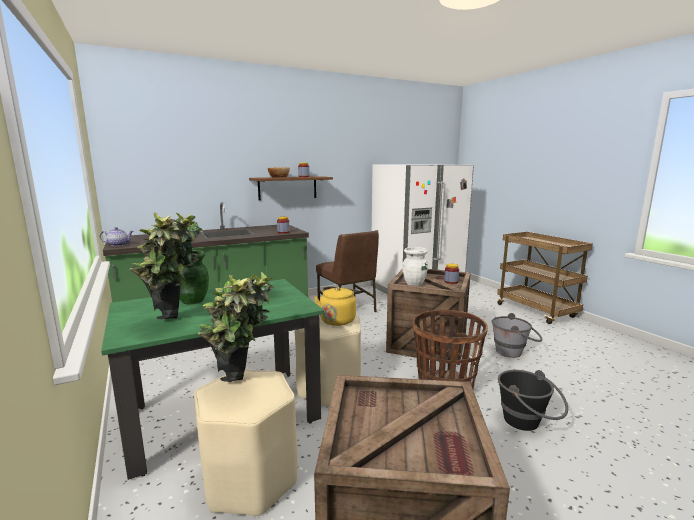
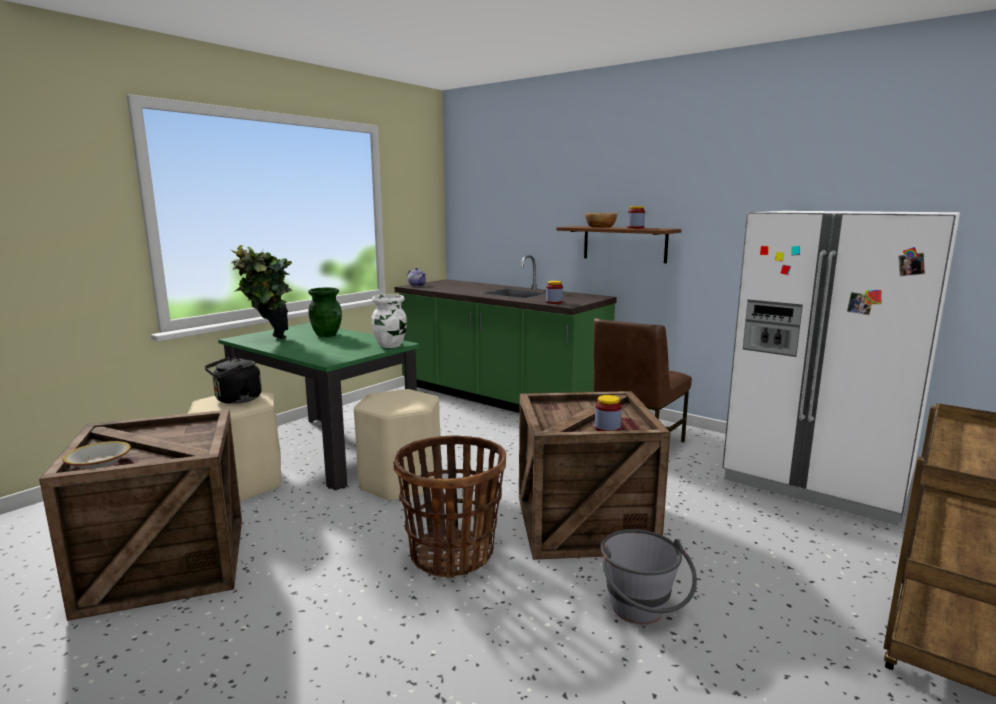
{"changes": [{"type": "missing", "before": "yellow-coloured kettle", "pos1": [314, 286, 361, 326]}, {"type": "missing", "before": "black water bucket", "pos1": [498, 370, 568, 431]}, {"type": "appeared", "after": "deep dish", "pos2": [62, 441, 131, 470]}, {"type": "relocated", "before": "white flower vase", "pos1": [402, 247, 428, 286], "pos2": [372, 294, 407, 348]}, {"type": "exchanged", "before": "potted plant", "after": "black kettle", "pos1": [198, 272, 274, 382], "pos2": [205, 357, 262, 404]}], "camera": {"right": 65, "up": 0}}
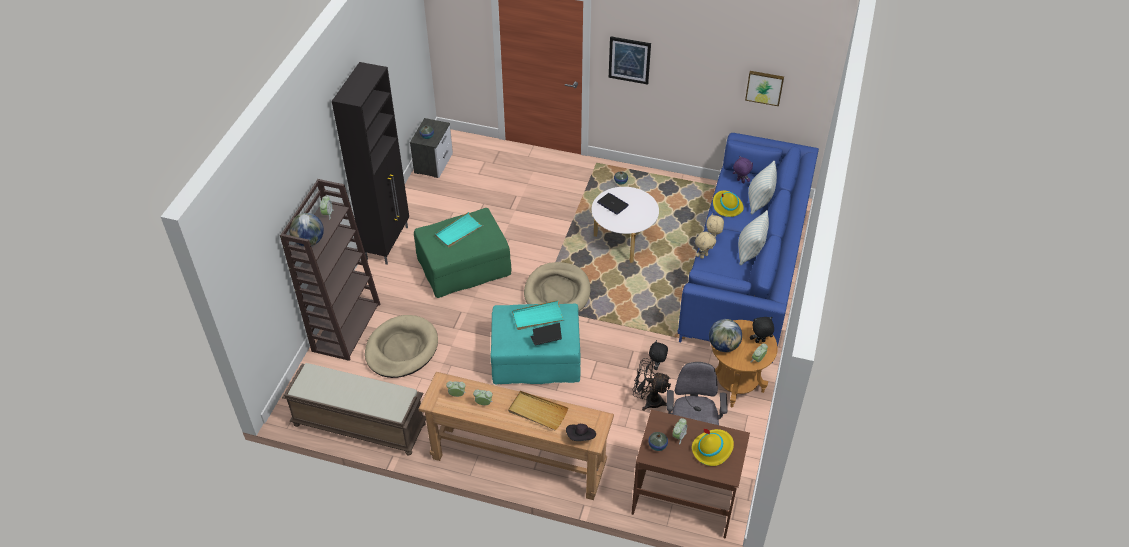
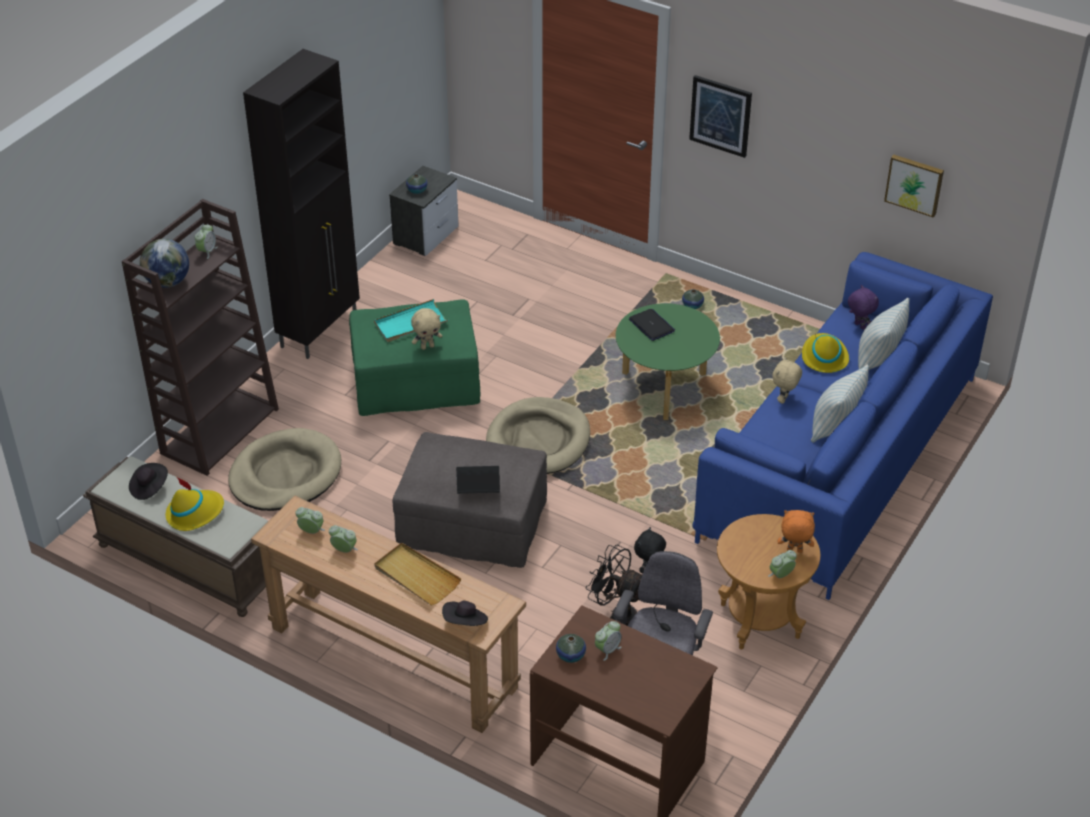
{"changes": [{"type": "missing", "before": "turquoise-coloured tray", "pos1": [512, 300, 564, 330]}, {"type": "missing", "before": "desk globe", "pos1": [709, 319, 742, 352]}, {"type": "appeared", "after": "black clothing hat", "pos2": [129, 463, 168, 500]}, {"type": "relocated", "before": "yellow-coloured clothing hat", "pos1": [692, 428, 734, 466], "pos2": [166, 477, 224, 531]}, {"type": "relocated", "before": "beige-coloured soft toy", "pos1": [695, 232, 716, 259], "pos2": [411, 308, 442, 350]}, {"type": "colour", "before": "turquoise-coloured pouffe", "after": "grey pouffe", "pos1": [491, 304, 581, 384], "pos2": [393, 432, 547, 568]}, {"type": "colour", "before": "white lounge table", "after": "green-coloured lounge table", "pos1": [591, 187, 659, 263], "pos2": [616, 303, 720, 420]}, {"type": "colour", "before": "black soft toy", "after": "orangey soft toy", "pos1": [750, 317, 774, 343], "pos2": [778, 510, 815, 553]}], "camera": {"right": 15, "up": -5}}
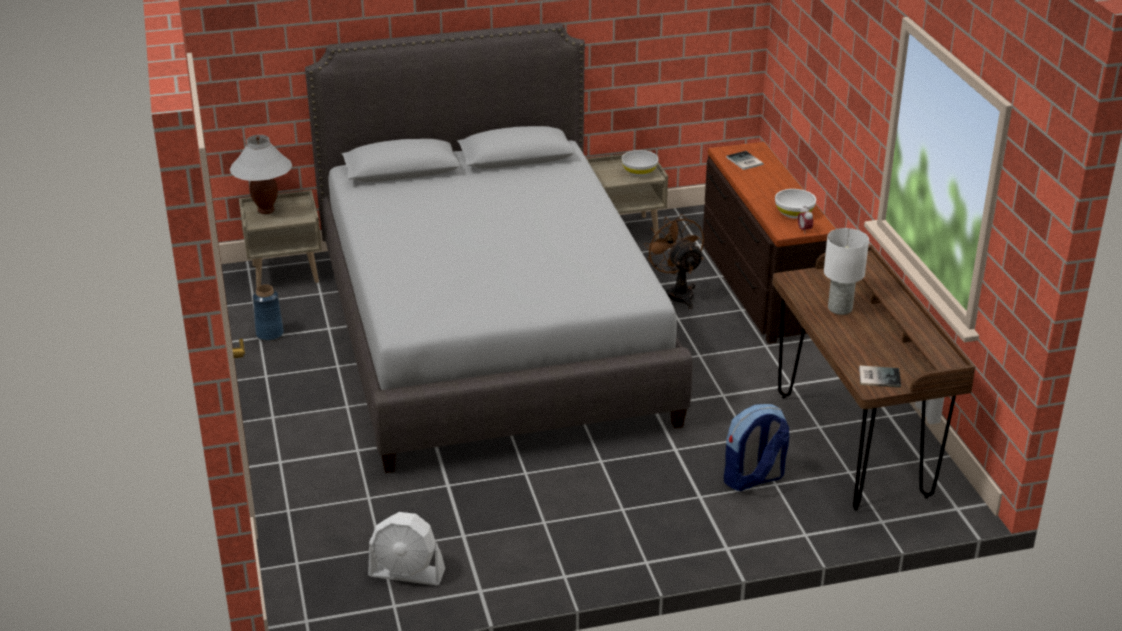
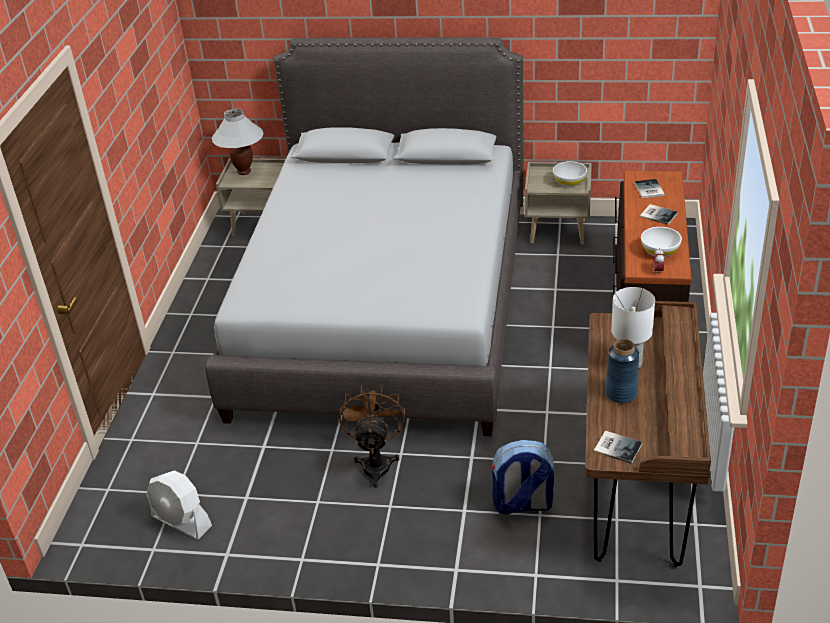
{"changes": [{"type": "appeared", "after": "bound book", "pos2": [640, 204, 678, 225]}, {"type": "relocated", "before": "blue-coloured flower vase", "pos1": [253, 284, 284, 341], "pos2": [605, 339, 639, 403]}, {"type": "relocated", "before": "brown-coloured fan", "pos1": [644, 214, 704, 309], "pos2": [339, 385, 405, 488]}], "camera": {"right": 25, "up": 5}}
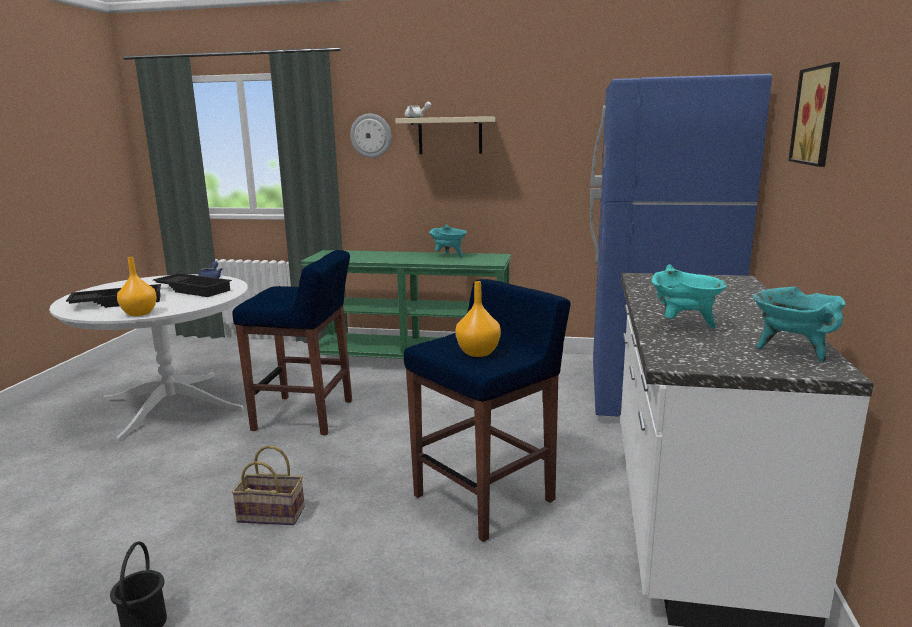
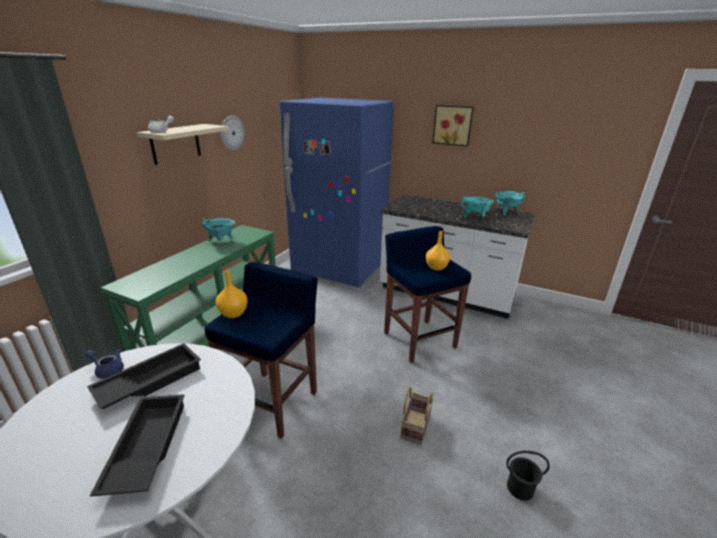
{"changes": [{"type": "relocated", "before": "orangey flower vase", "pos1": [117, 257, 157, 316], "pos2": [216, 270, 248, 318]}, {"type": "relocated", "before": "wall clock", "pos1": [350, 113, 391, 158], "pos2": [221, 115, 245, 150]}], "camera": {"right": -75, "up": 10}}
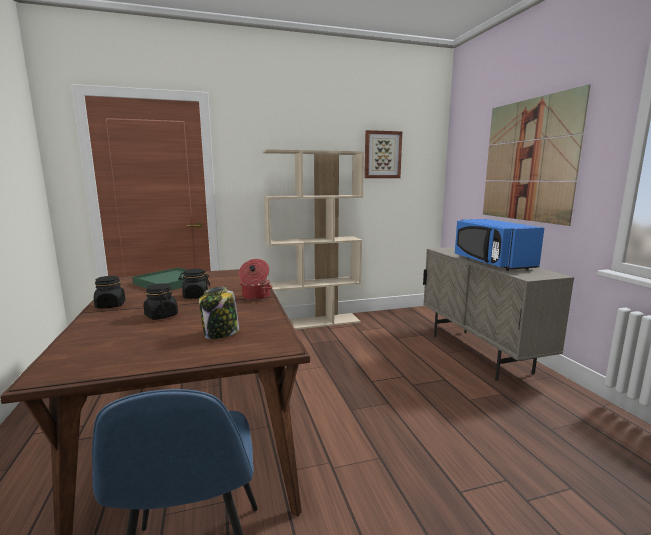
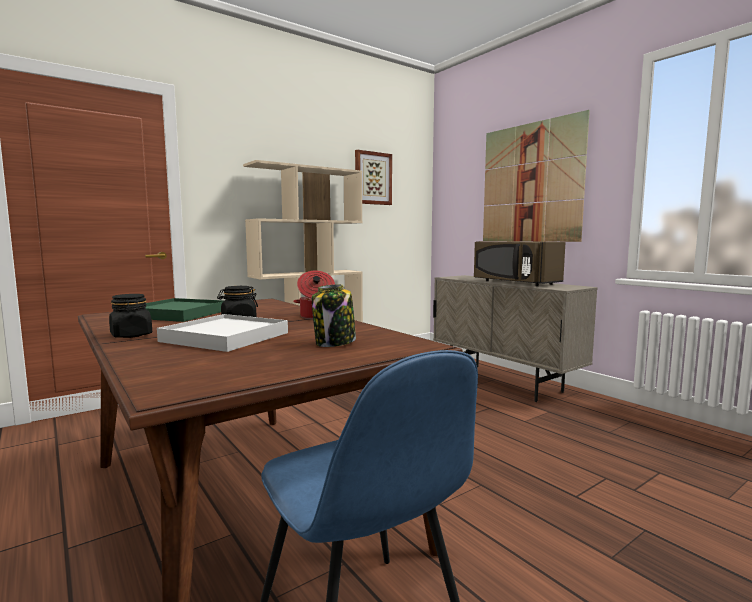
{"changes": [{"type": "exchanged", "before": "black preserve jar", "after": "white tray", "pos1": [143, 283, 178, 320], "pos2": [157, 314, 288, 352]}, {"type": "colour", "before": "blue-coloured microwave", "after": "brown-coloured microwave", "pos1": [455, 219, 544, 271], "pos2": [474, 241, 566, 286]}], "camera": {"right": -20, "up": -5}}
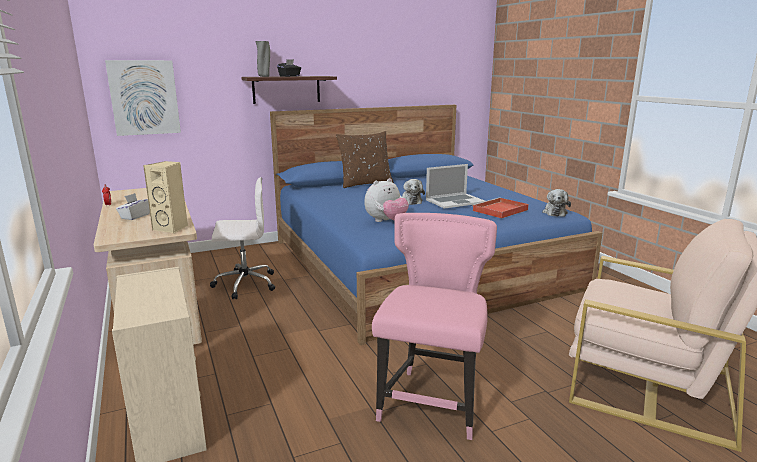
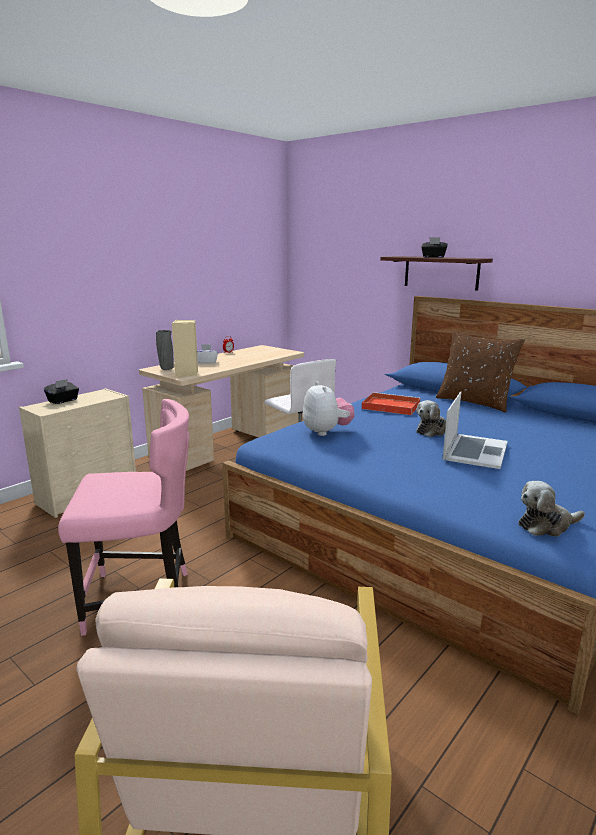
{"changes": [{"type": "missing", "before": "wall art", "pos1": [105, 60, 181, 136]}, {"type": "appeared", "after": "black tissue box", "pos2": [44, 379, 79, 404]}, {"type": "relocated", "before": "grey flower vase", "pos1": [255, 41, 270, 77], "pos2": [156, 330, 174, 370]}, {"type": "relocated", "before": "red tray", "pos1": [472, 198, 529, 218], "pos2": [362, 392, 421, 415]}, {"type": "spun", "before": "soft toy", "pos1": [364, 178, 409, 222], "pos2": [303, 381, 355, 436], "turn": -135}, {"type": "spun", "before": "portable computer", "pos1": [426, 164, 485, 209], "pos2": [443, 392, 508, 469], "turn": -105}], "camera": {"right": 65, "up": 0}}
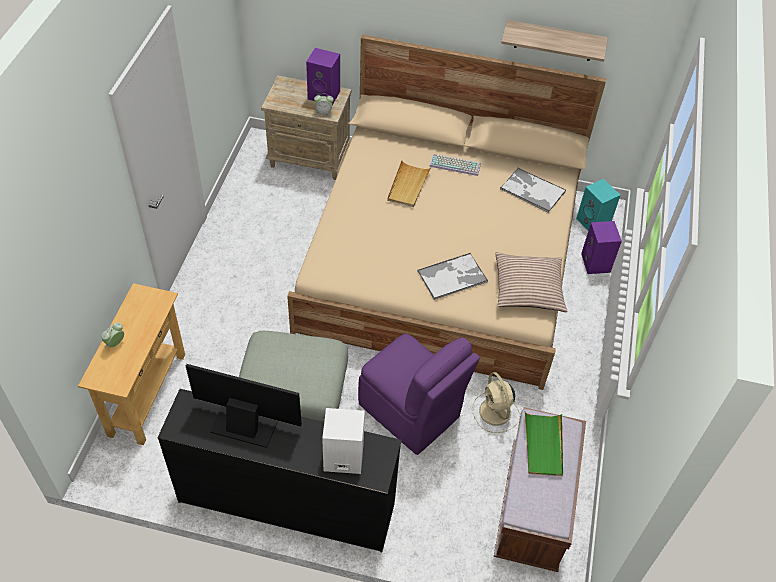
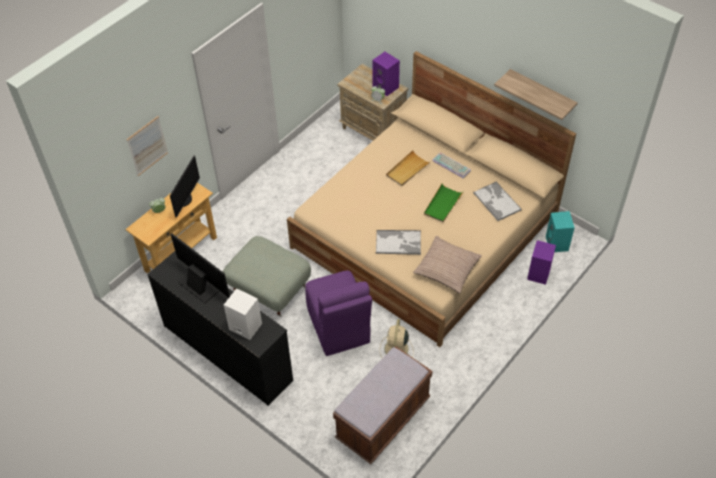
{"changes": [{"type": "appeared", "after": "wall art", "pos2": [127, 116, 168, 176]}, {"type": "appeared", "after": "computer screen", "pos2": [170, 156, 200, 218]}, {"type": "relocated", "before": "green-coloured tray", "pos1": [524, 411, 563, 476], "pos2": [424, 184, 463, 222]}], "camera": {"right": 30, "up": 0}}
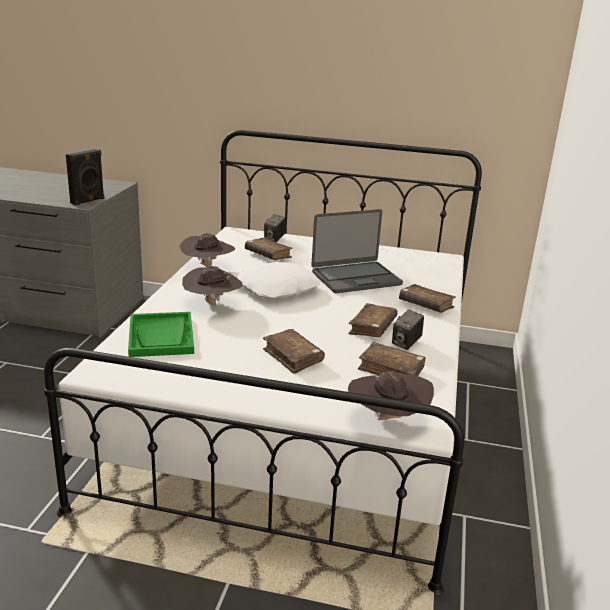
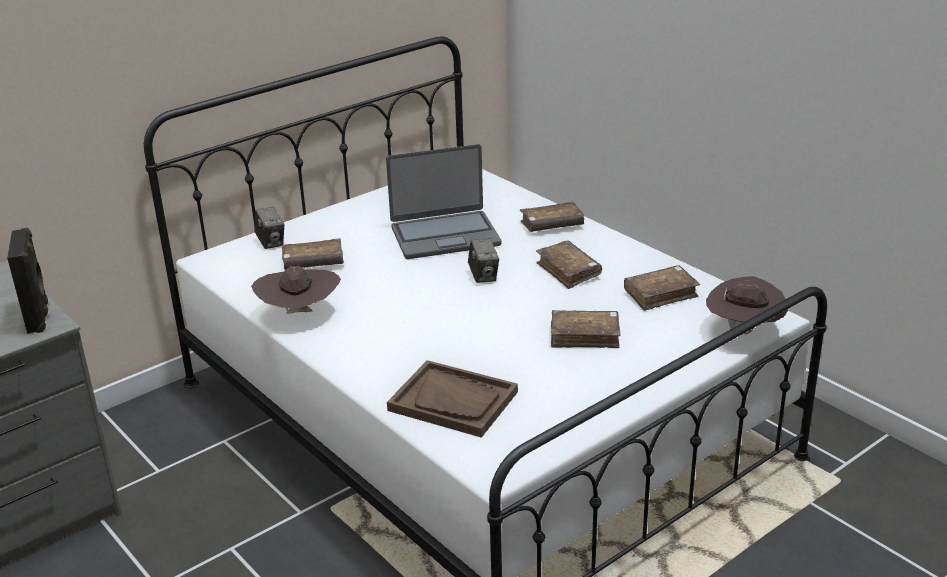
{"changes": [{"type": "missing", "before": "brown-coloured clothing hat", "pos1": [182, 266, 243, 306]}, {"type": "missing", "before": "white throw pillow", "pos1": [236, 262, 320, 299]}, {"type": "relocated", "before": "still camera", "pos1": [392, 309, 424, 350], "pos2": [468, 238, 499, 283]}, {"type": "colour", "before": "green-coloured tray", "after": "brown-coloured tray", "pos1": [128, 312, 194, 357], "pos2": [387, 360, 518, 438]}, {"type": "spun", "before": "portable computer", "pos1": [311, 209, 403, 293], "pos2": [386, 144, 502, 259], "turn": 60}], "camera": {"right": -50, "up": 5}}
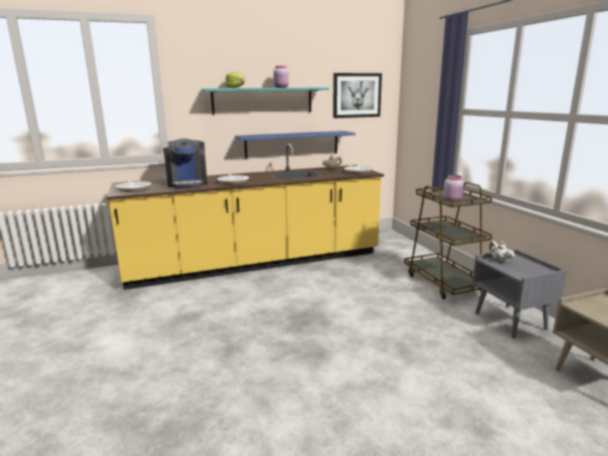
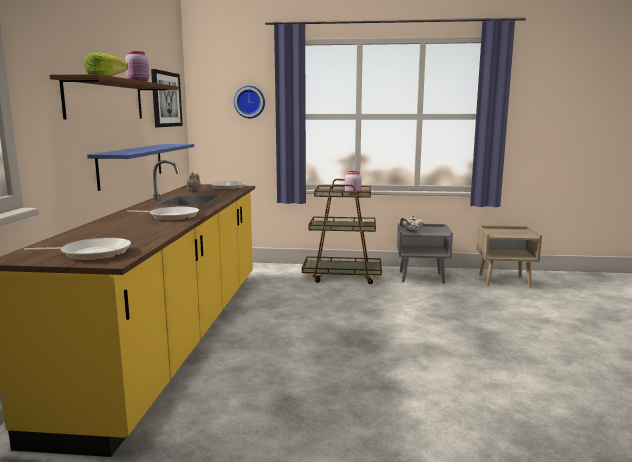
{"changes": [{"type": "missing", "before": "coffee maker", "pos1": [162, 138, 207, 188]}, {"type": "appeared", "after": "wall clock", "pos2": [234, 86, 265, 118]}, {"type": "colour", "before": "turquoise-coloured shelf", "after": "brown-coloured shelf", "pos1": [201, 87, 329, 114], "pos2": [50, 74, 178, 120]}], "camera": {"right": -65, "up": -5}}
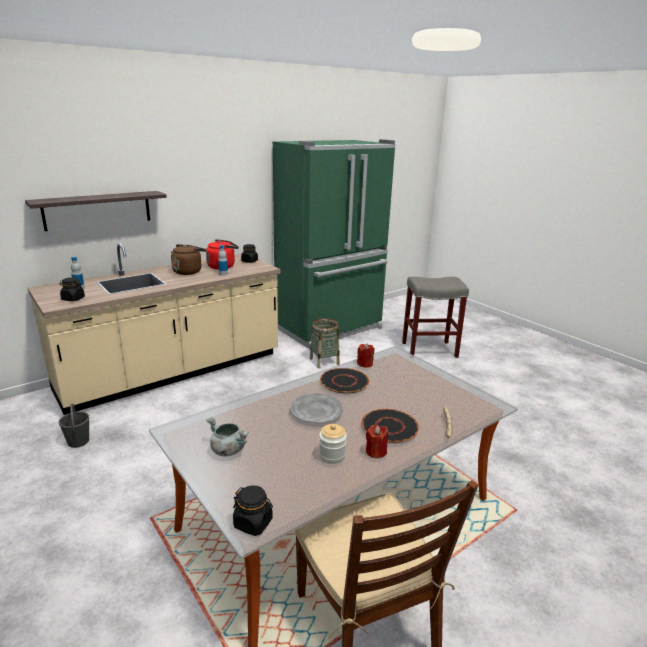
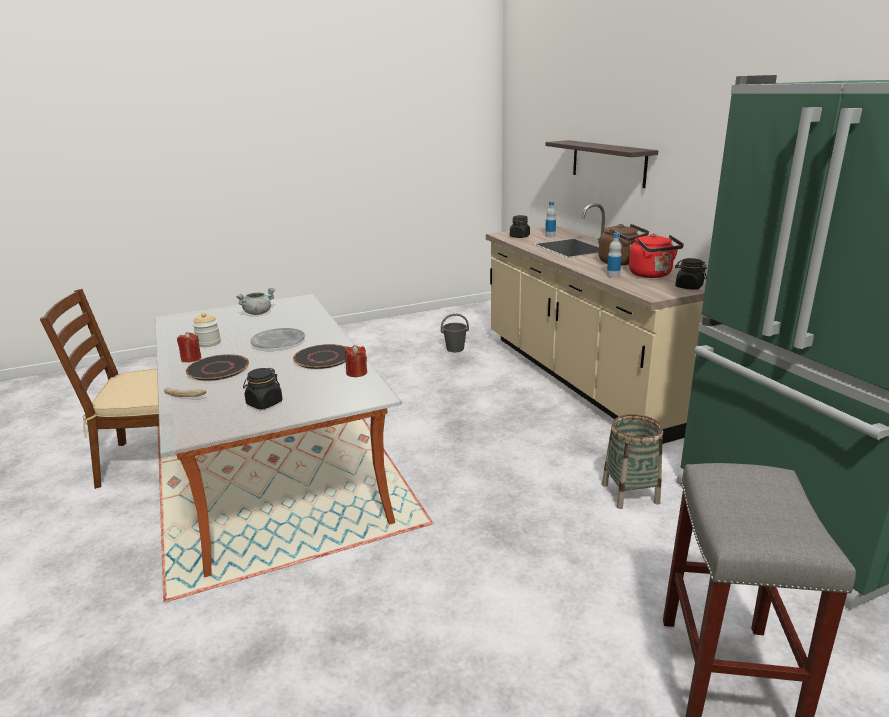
{"changes": [{"type": "relocated", "before": "black preserve jar", "pos1": [233, 485, 273, 536], "pos2": [243, 368, 282, 410]}], "camera": {"right": 105, "up": 0}}
